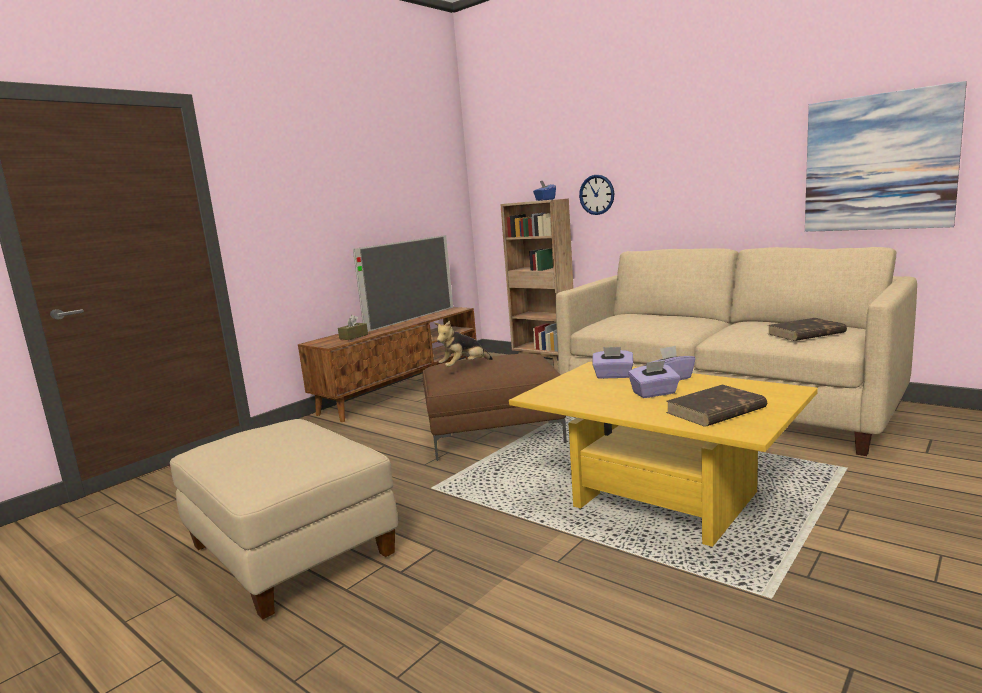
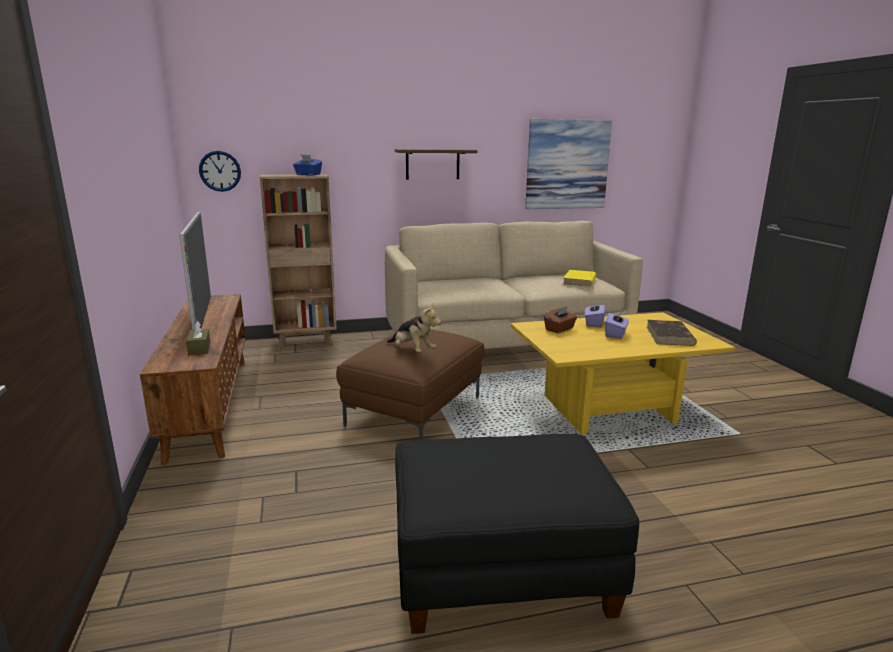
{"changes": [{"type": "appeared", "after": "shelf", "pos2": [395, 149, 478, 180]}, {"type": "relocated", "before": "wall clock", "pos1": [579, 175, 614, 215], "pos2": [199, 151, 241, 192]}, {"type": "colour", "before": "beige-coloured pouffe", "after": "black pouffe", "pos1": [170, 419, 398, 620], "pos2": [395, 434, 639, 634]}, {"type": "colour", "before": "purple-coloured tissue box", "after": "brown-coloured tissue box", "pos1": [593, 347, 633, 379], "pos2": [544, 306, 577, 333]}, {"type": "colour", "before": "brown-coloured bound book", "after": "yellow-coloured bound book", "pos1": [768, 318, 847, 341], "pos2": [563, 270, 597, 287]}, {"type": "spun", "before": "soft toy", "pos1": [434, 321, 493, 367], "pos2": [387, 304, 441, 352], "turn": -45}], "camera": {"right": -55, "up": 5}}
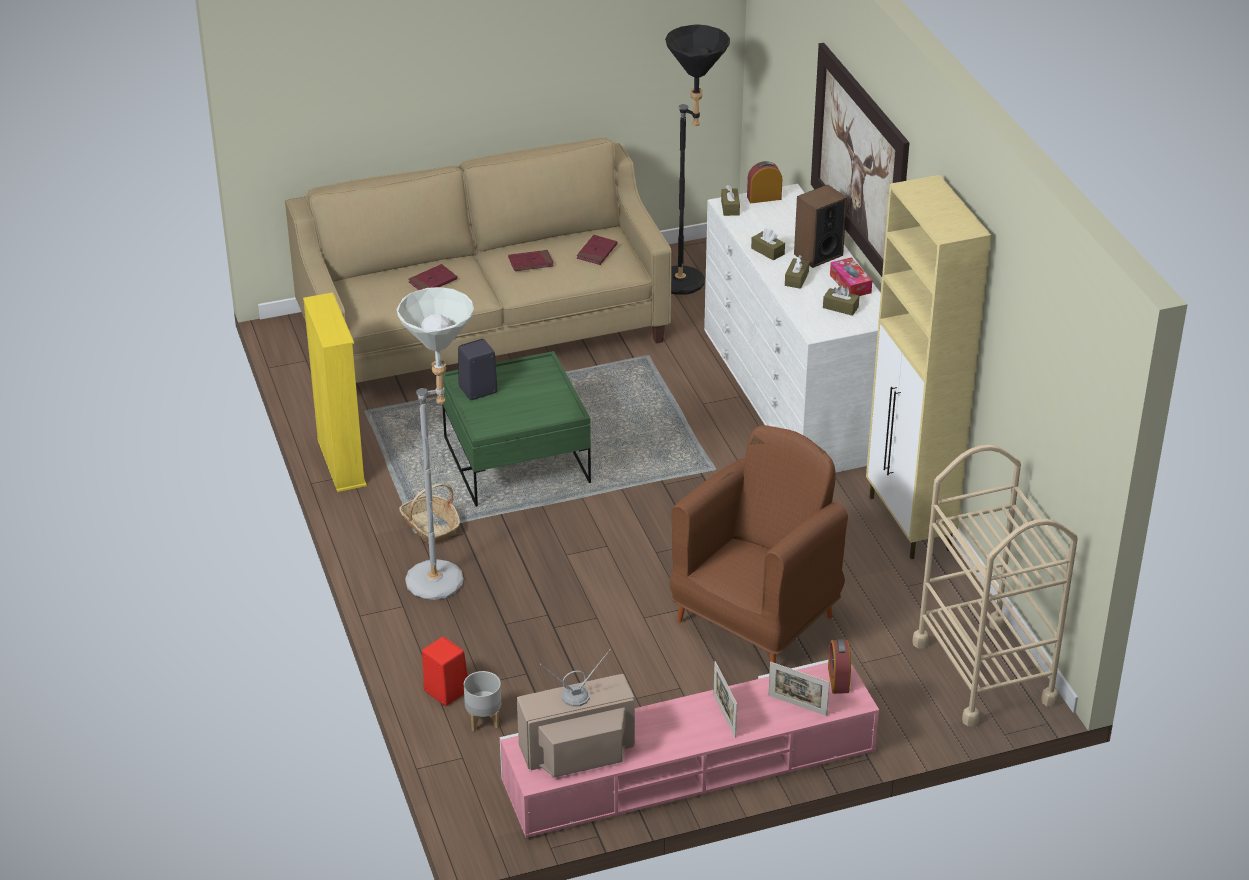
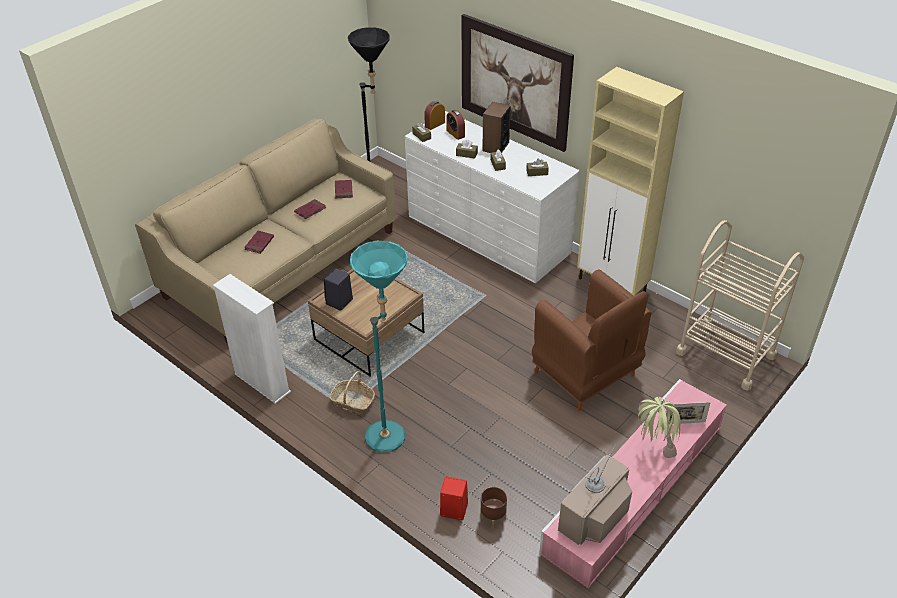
{"changes": [{"type": "missing", "before": "tissue box", "pos1": [830, 257, 872, 296]}, {"type": "relocated", "before": "table clock", "pos1": [828, 639, 851, 694], "pos2": [446, 110, 465, 140]}, {"type": "exchanged", "before": "photo frame", "after": "potted plant", "pos1": [713, 661, 737, 738], "pos2": [638, 397, 680, 458]}, {"type": "colour", "before": "yellow-coloured bookcase", "after": "white bookcase", "pos1": [303, 292, 367, 492], "pos2": [213, 274, 291, 404]}, {"type": "colour", "before": "grey standard lamp", "after": "turquoise-coloured standard lamp", "pos1": [397, 287, 474, 600], "pos2": [350, 241, 408, 452]}, {"type": "colour", "before": "green-coloured lounge table", "after": "brown-coloured lounge table", "pos1": [442, 351, 591, 507], "pos2": [308, 269, 424, 376]}, {"type": "colour", "before": "grey planter", "after": "brown-coloured planter", "pos1": [464, 671, 501, 731], "pos2": [480, 487, 507, 529]}, {"type": "spun", "before": "brown-coloured easy chair", "pos1": [669, 425, 848, 663], "pos2": [532, 269, 651, 411], "turn": 135}], "camera": {"right": -30, "up": 5}}
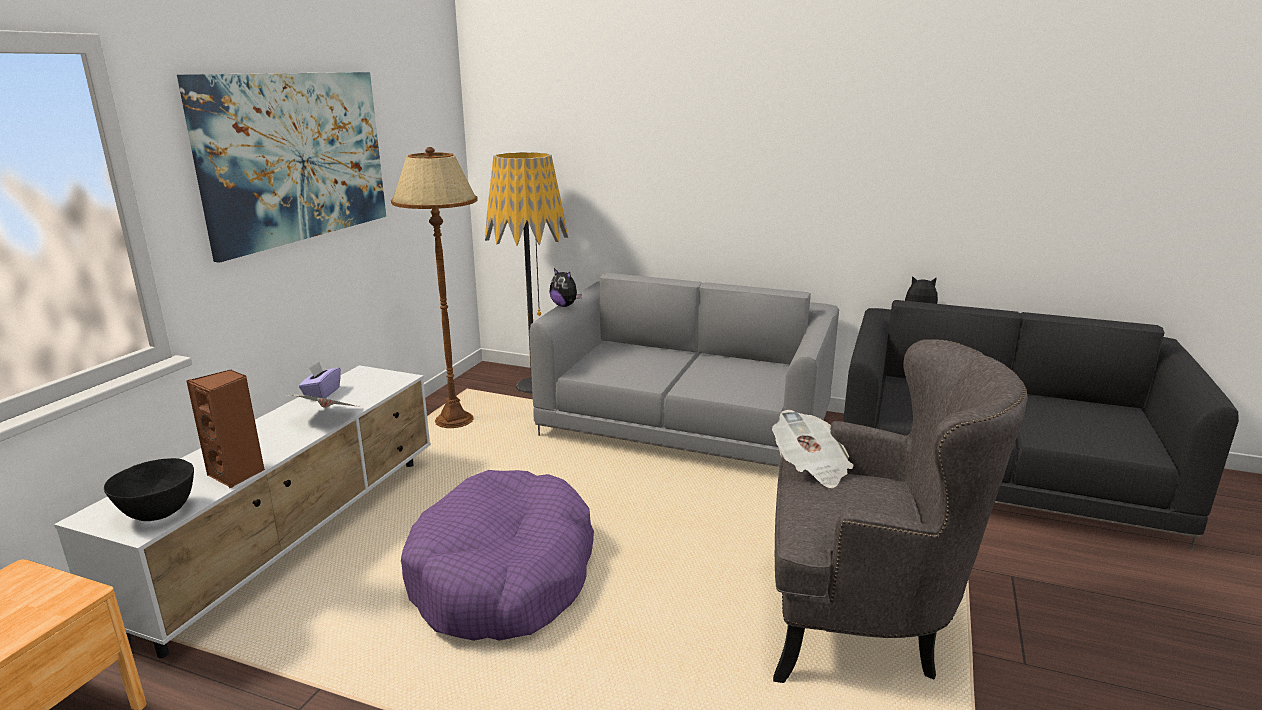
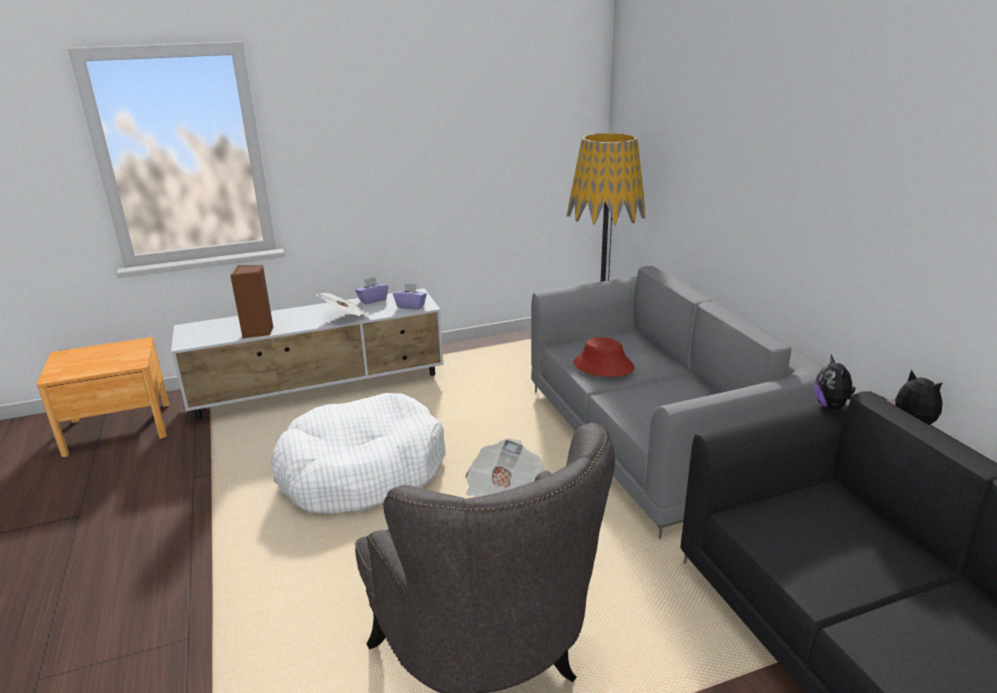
{"changes": [{"type": "missing", "before": "black deep dish", "pos1": [104, 458, 194, 521]}, {"type": "missing", "before": "wall art", "pos1": [177, 72, 386, 263]}, {"type": "missing", "before": "brown-coloured standard lamp", "pos1": [391, 147, 478, 428]}, {"type": "appeared", "after": "purple-coloured tissue box", "pos2": [393, 283, 427, 309]}, {"type": "appeared", "after": "red clothing hat", "pos2": [574, 337, 634, 377]}, {"type": "relocated", "before": "soft toy", "pos1": [549, 268, 582, 307], "pos2": [814, 355, 856, 409]}, {"type": "colour", "before": "purple-coloured pet bed", "after": "white pet bed", "pos1": [401, 470, 594, 641], "pos2": [271, 393, 446, 513]}], "camera": {"right": 50, "up": 5}}
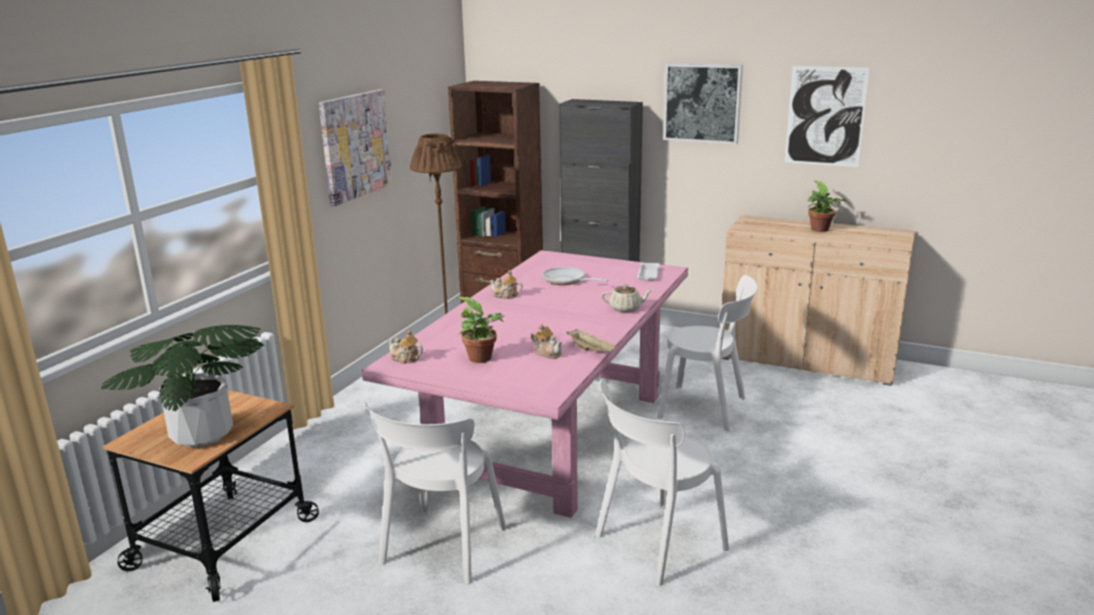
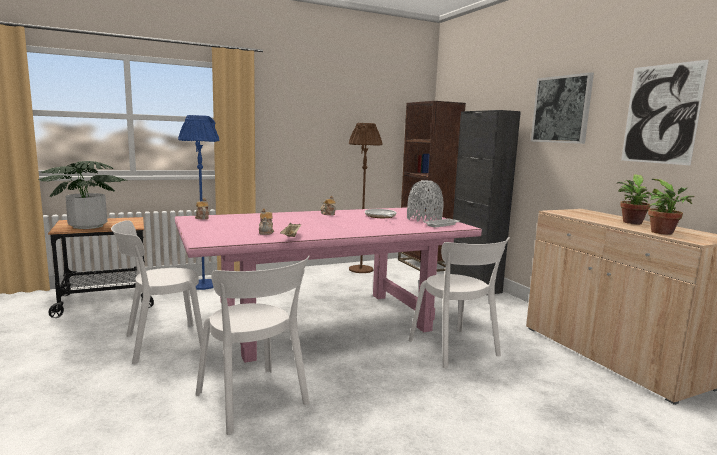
{"changes": [{"type": "missing", "before": "wall art", "pos1": [319, 89, 393, 206]}, {"type": "missing", "before": "beige-coloured tea pot", "pos1": [601, 284, 653, 312]}, {"type": "appeared", "after": "blue-coloured standard lamp", "pos2": [178, 115, 220, 290]}, {"type": "appeared", "after": "grey flower vase", "pos2": [407, 180, 444, 222]}, {"type": "relocated", "before": "potted plant", "pos1": [458, 297, 504, 363], "pos2": [646, 179, 694, 235]}, {"type": "spun", "before": "white upright chair", "pos1": [595, 379, 729, 586], "pos2": [196, 256, 310, 435], "turn": -135}], "camera": {"right": 40, "up": -10}}
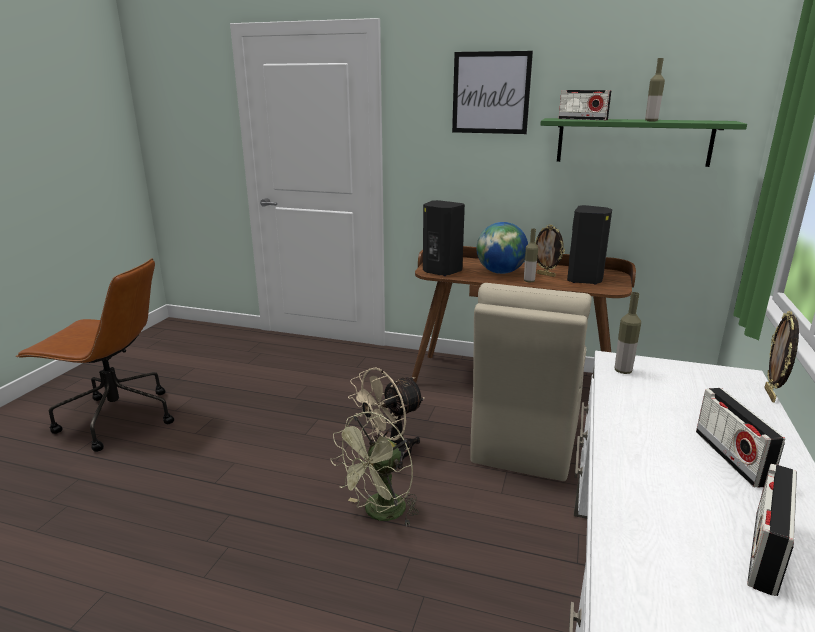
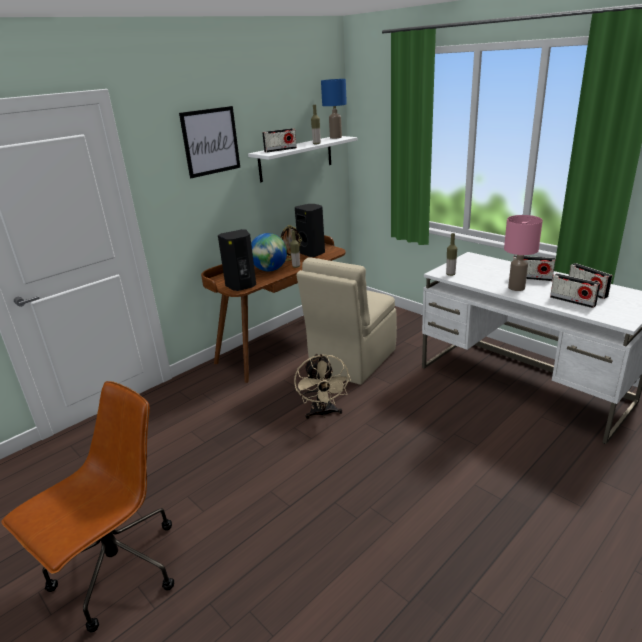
{"changes": [{"type": "missing", "before": "green-coloured fan", "pos1": [330, 412, 419, 527]}, {"type": "missing", "before": "photo frame", "pos1": [764, 311, 799, 403]}, {"type": "appeared", "after": "blue-coloured lamp for a table", "pos2": [321, 79, 347, 139]}, {"type": "appeared", "after": "pink lamp for a table", "pos2": [504, 215, 543, 291]}, {"type": "appeared", "after": "radio set", "pos2": [550, 273, 601, 308]}, {"type": "colour", "before": "green-coloured shelf", "after": "white shelf", "pos1": [540, 118, 747, 167], "pos2": [248, 136, 357, 182]}, {"type": "spun", "before": "beige-coloured upright chair", "pos1": [470, 283, 592, 481], "pos2": [297, 258, 397, 385], "turn": 75}], "camera": {"right": -60, "up": 5}}
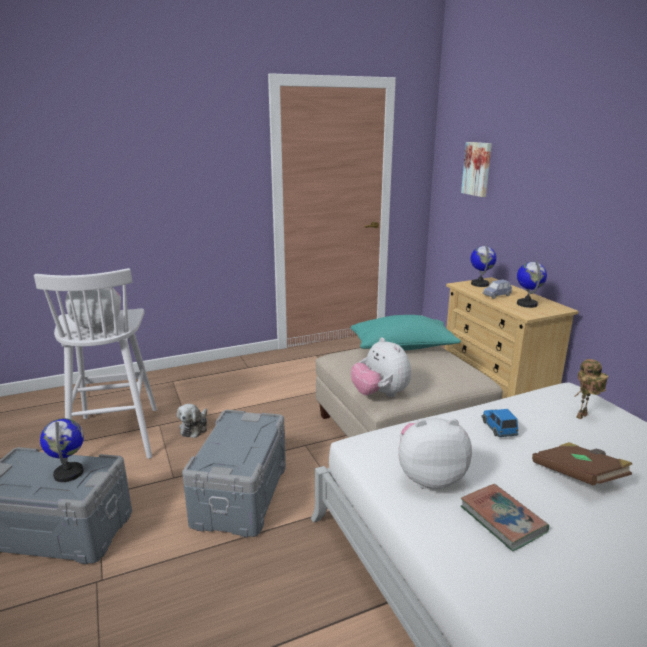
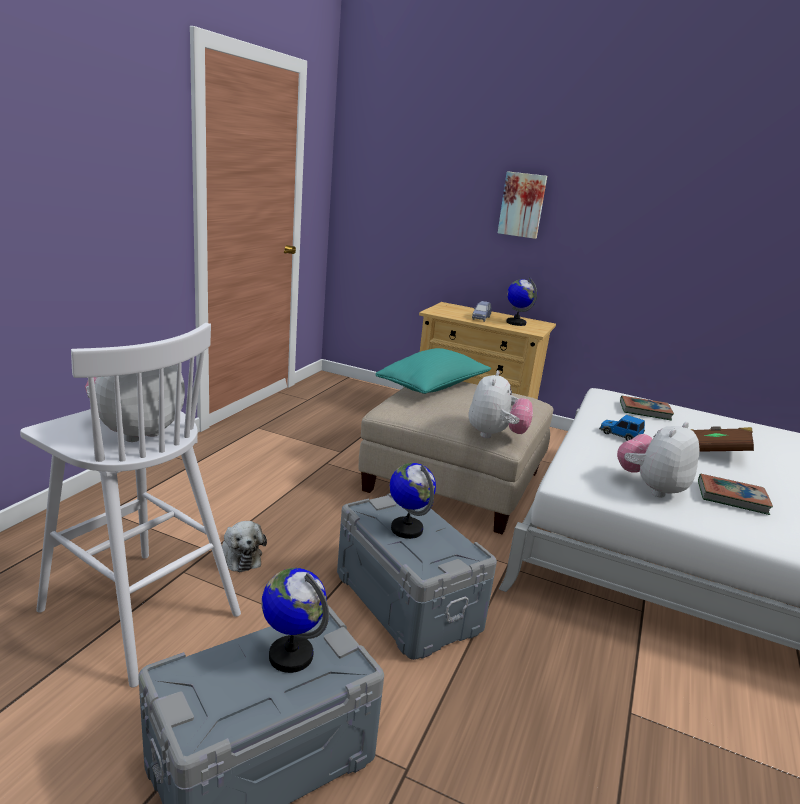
{"changes": [{"type": "relocated", "before": "wall art", "pos1": [461, 142, 492, 197], "pos2": [498, 171, 547, 239]}, {"type": "relocated", "before": "desk globe", "pos1": [471, 244, 497, 287], "pos2": [390, 463, 436, 539]}, {"type": "exchanged", "before": "model robot", "after": "bound book", "pos1": [575, 359, 608, 419], "pos2": [620, 396, 674, 421]}, {"type": "spun", "before": "soft toy", "pos1": [351, 337, 411, 397], "pos2": [469, 370, 533, 438], "turn": -90}], "camera": {"right": -45, "up": 0}}
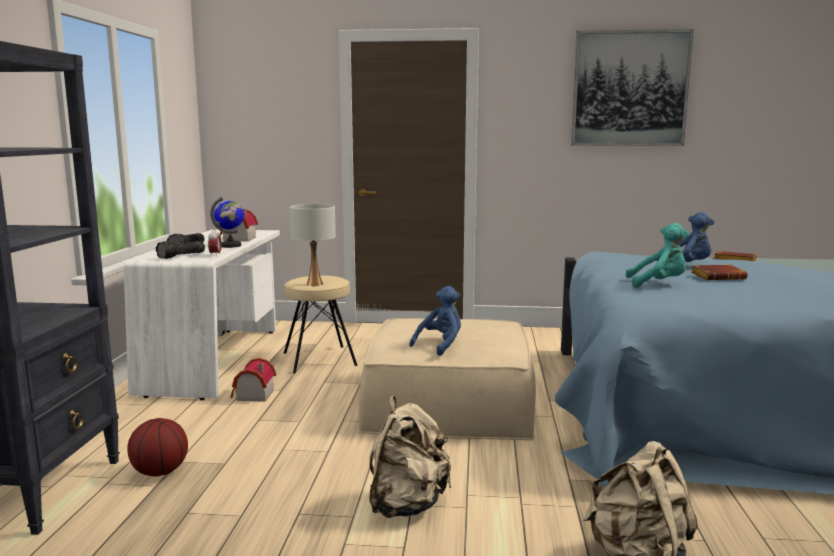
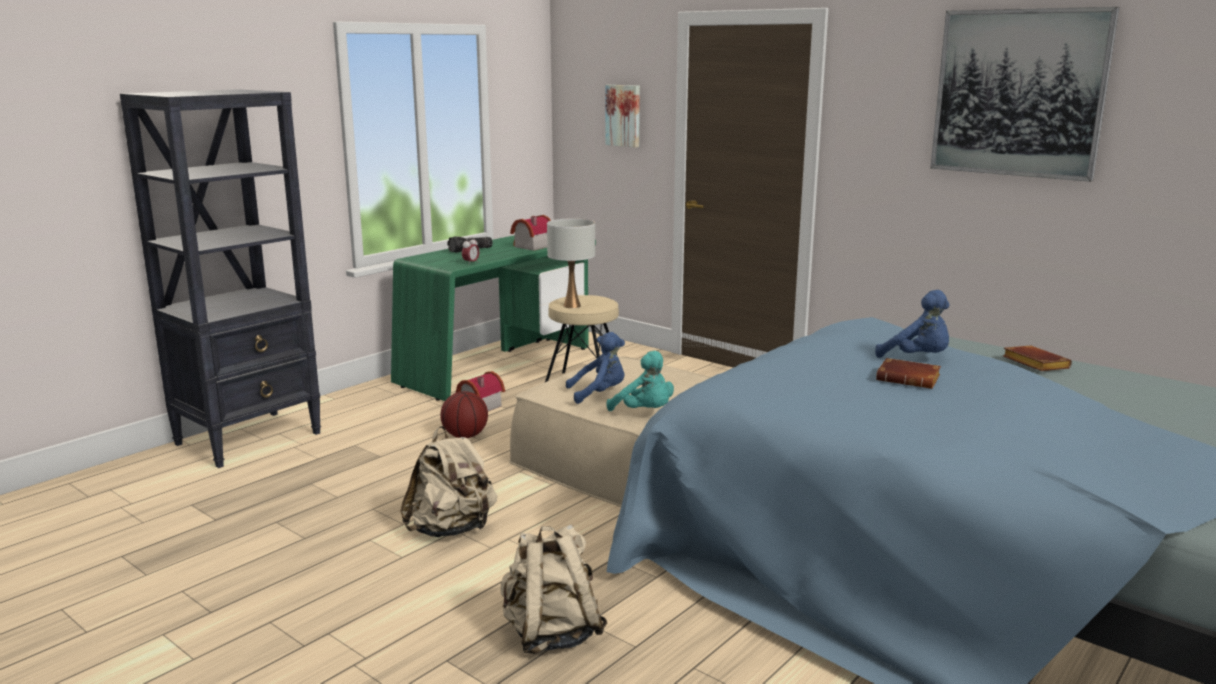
{"changes": [{"type": "missing", "before": "torch", "pos1": [156, 241, 205, 259]}, {"type": "missing", "before": "desk globe", "pos1": [210, 197, 244, 248]}, {"type": "appeared", "after": "wall art", "pos2": [606, 85, 640, 147]}, {"type": "relocated", "before": "ball for basketball", "pos1": [127, 418, 188, 477], "pos2": [440, 391, 488, 438]}, {"type": "relocated", "before": "turquoise-coloured soft toy", "pos1": [625, 223, 689, 288], "pos2": [606, 351, 674, 411]}, {"type": "colour", "before": "white desk table", "after": "green-coloured desk table", "pos1": [124, 229, 280, 400], "pos2": [391, 235, 596, 401]}], "camera": {"right": 35, "up": 5}}
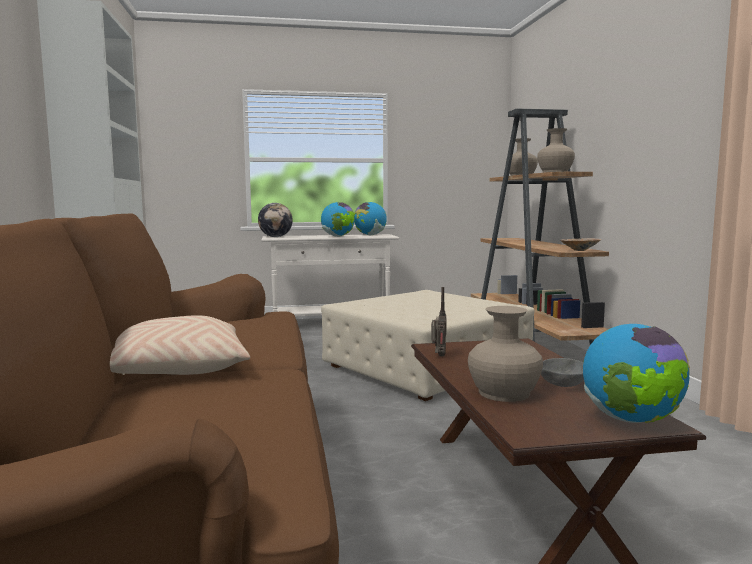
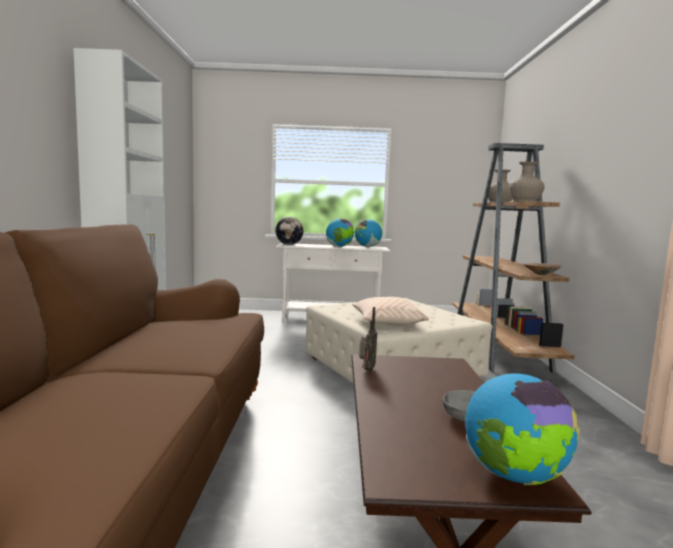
{"changes": [{"type": "missing", "before": "beige-coloured flower vase", "pos1": [468, 306, 543, 402]}, {"type": "relocated", "before": "beige-coloured throw pillow", "pos1": [110, 315, 250, 375], "pos2": [352, 297, 429, 325]}], "camera": {"right": 10, "up": 0}}
